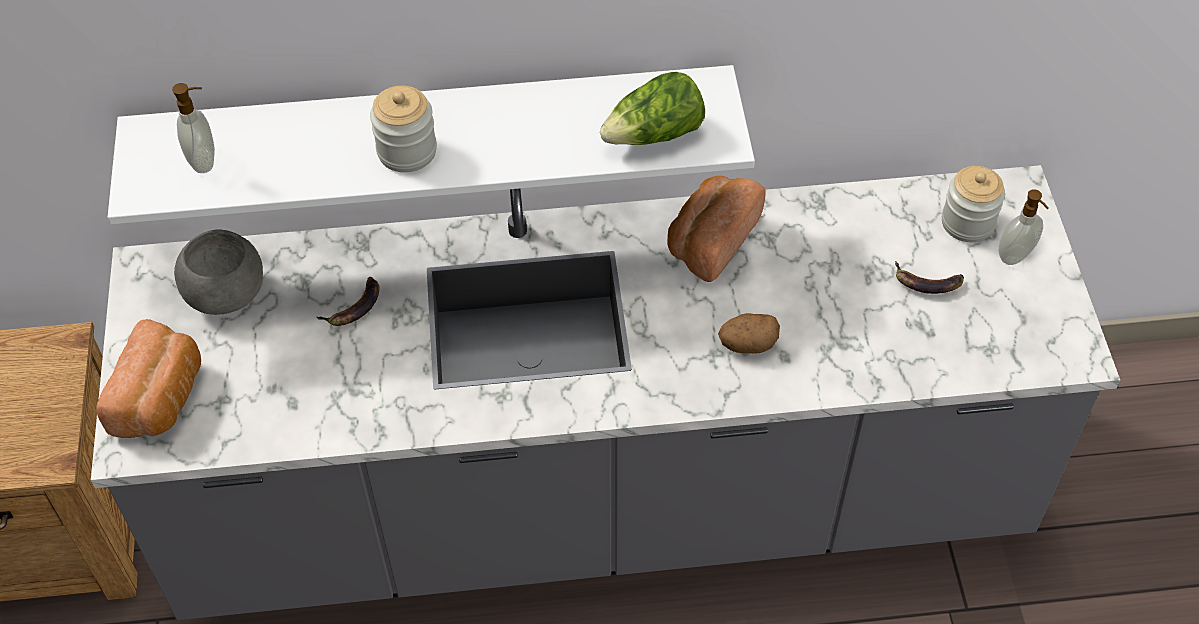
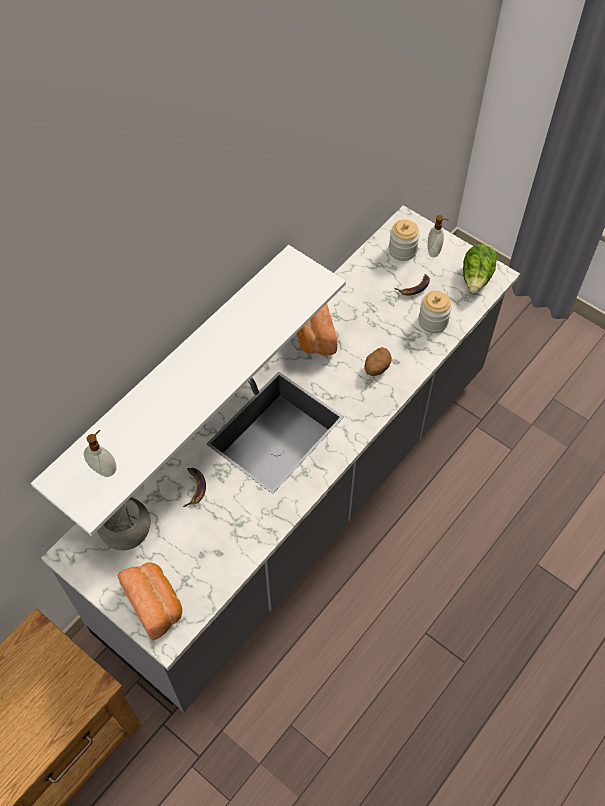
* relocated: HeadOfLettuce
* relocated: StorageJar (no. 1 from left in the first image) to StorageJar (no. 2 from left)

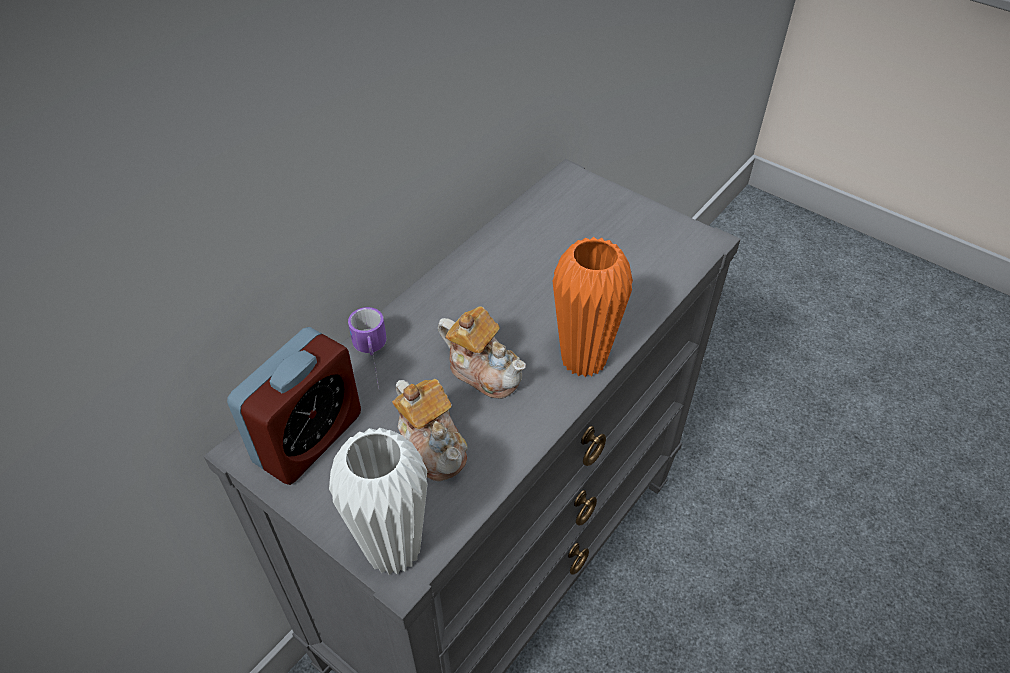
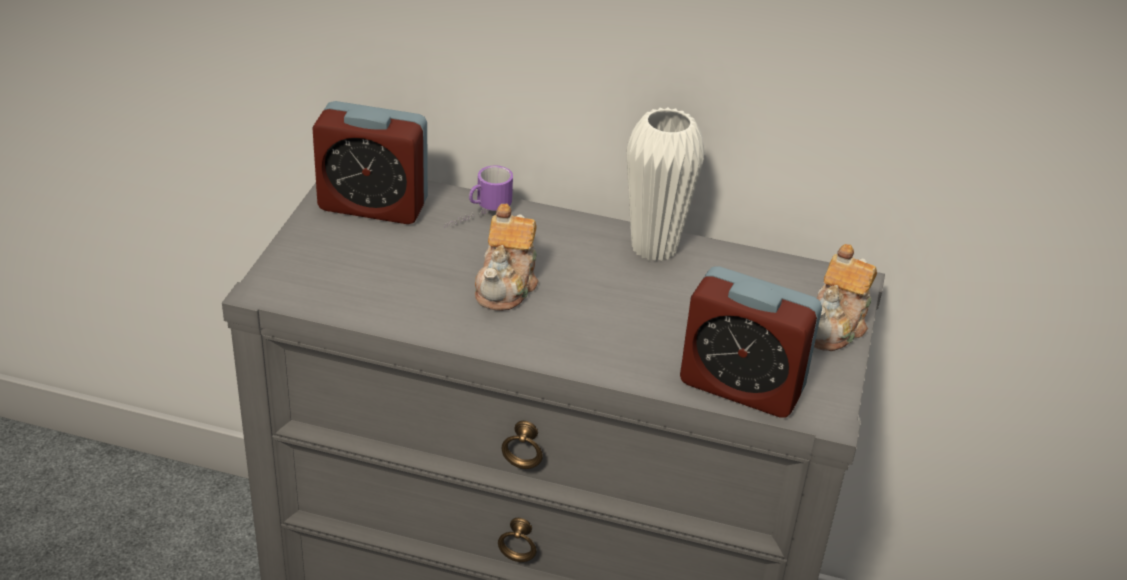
* missing: OrangeyFlowerVase
* relocated: PotForTea (no. 1 from left in the first image) to PotForTea (no. 2 from left)
* relocated: WhiteFlowerVase
* appeared: AlarmClock (no. 2 from left)

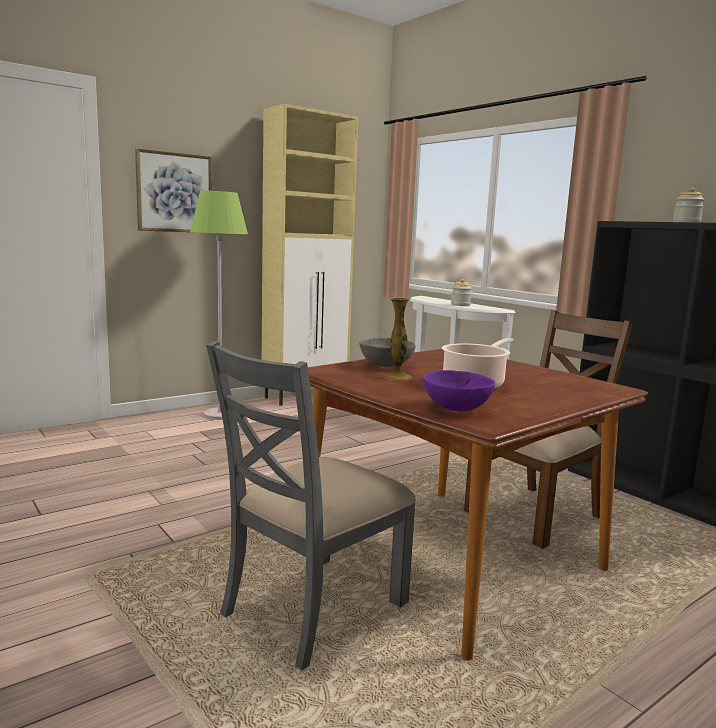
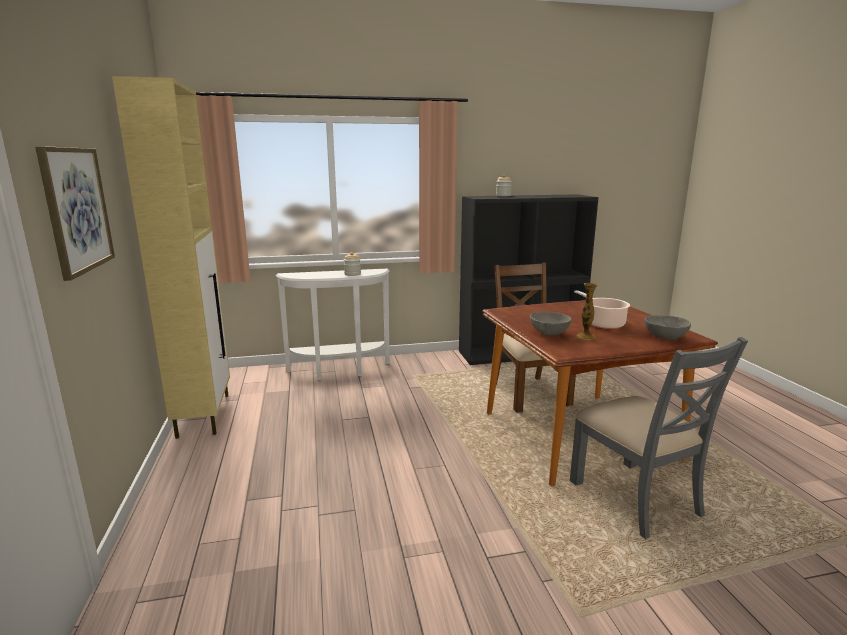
* missing: GreenStandingLamp
* colour: PurpleColouredDeepDish to GrayDeepDish (no. 2 from left)

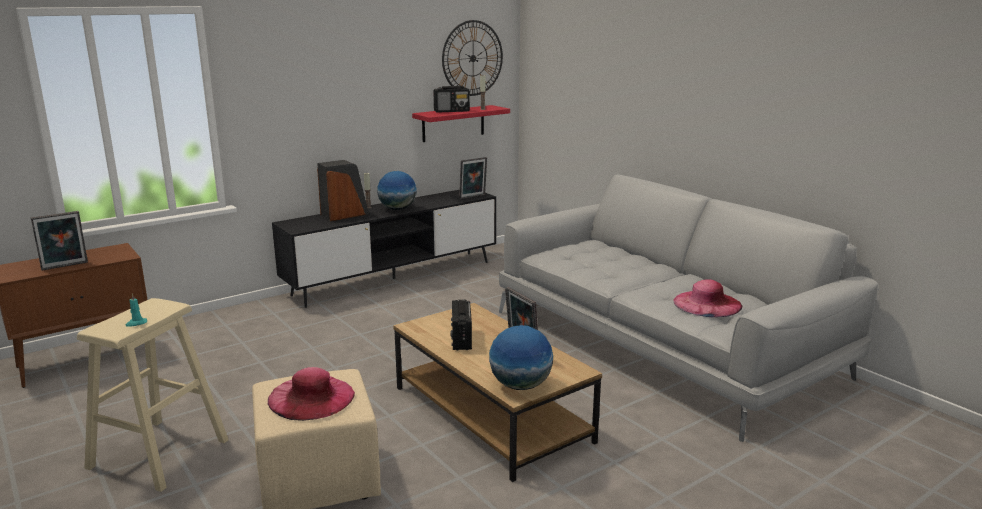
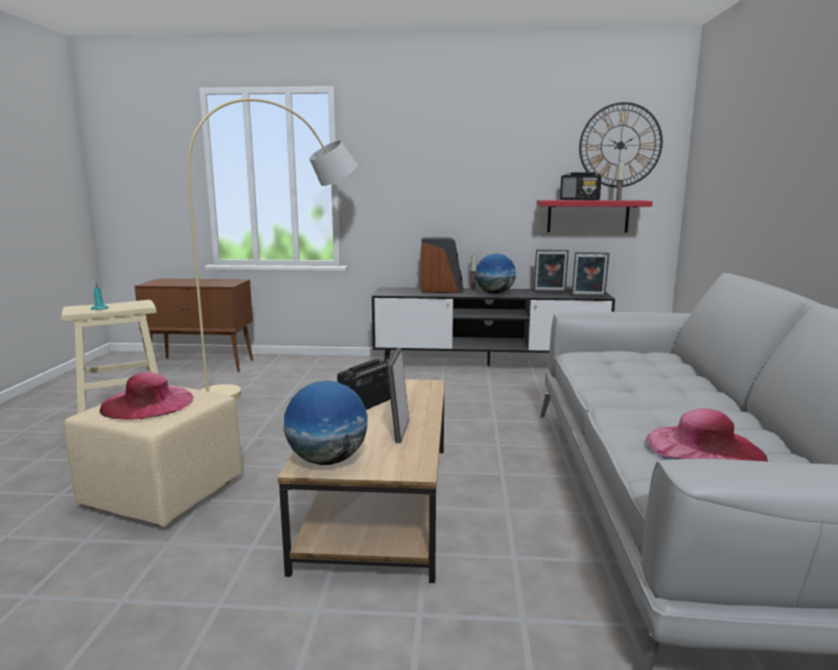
* relocated: StandingFrame (no. 1 from left in the first image) to StandingFrame (no. 2 from left)
* appeared: BeigeColouredStandingLamp

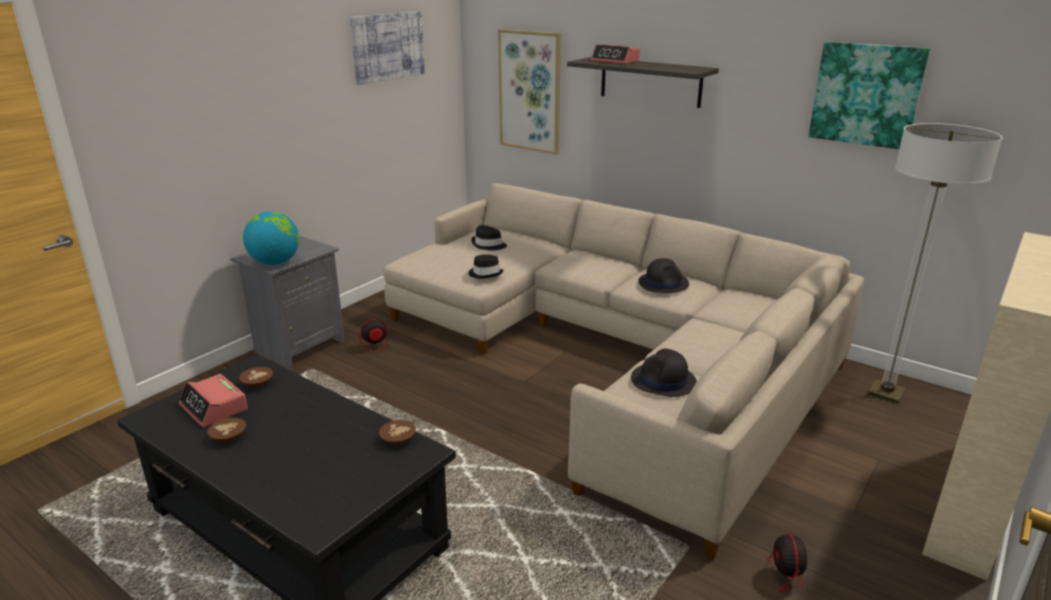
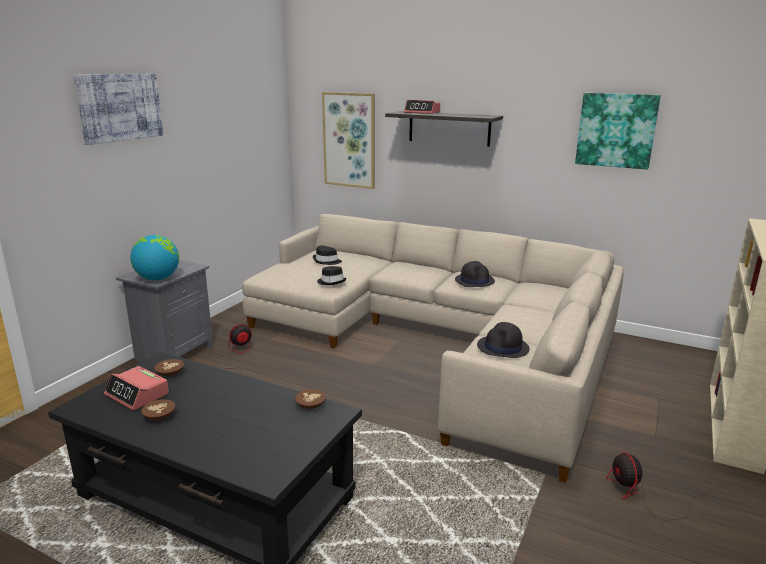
* relocated: Picture (no. 1 from left)
* missing: StandingLamp

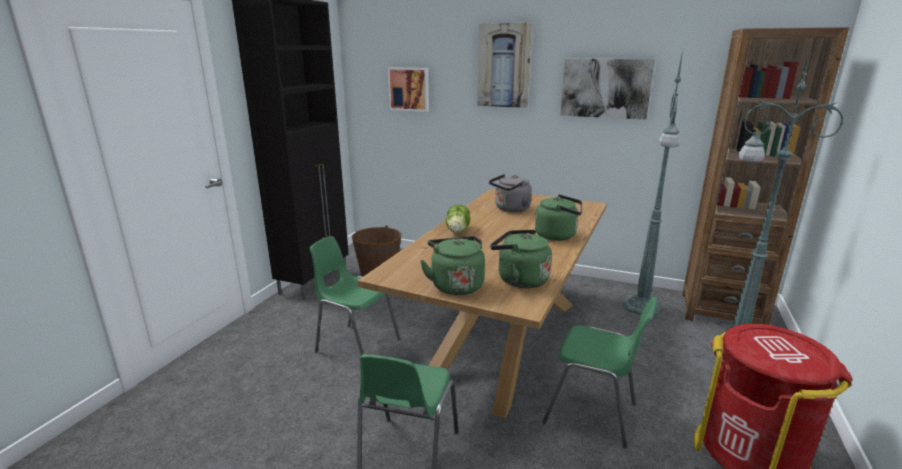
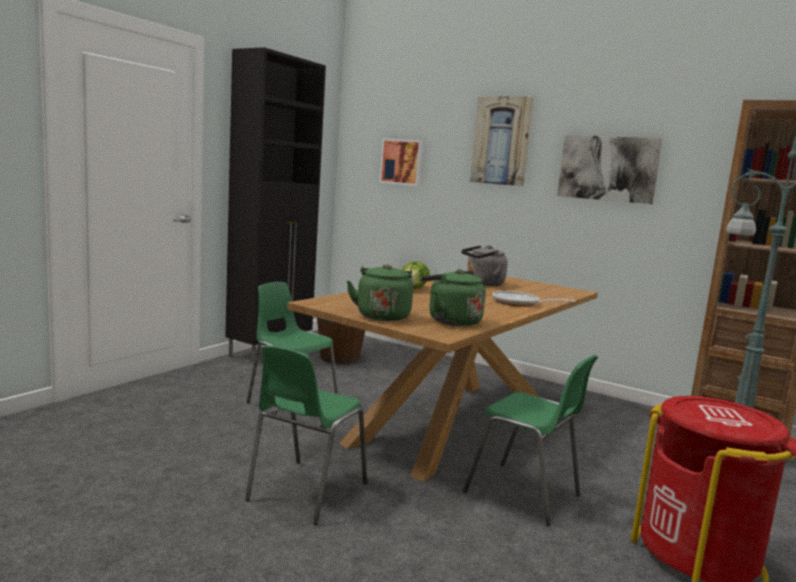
* missing: GreenStandingLamp (no. 1 from left)
* exchanged: GreenWaterKettle (no. 3 from left) to Skillet

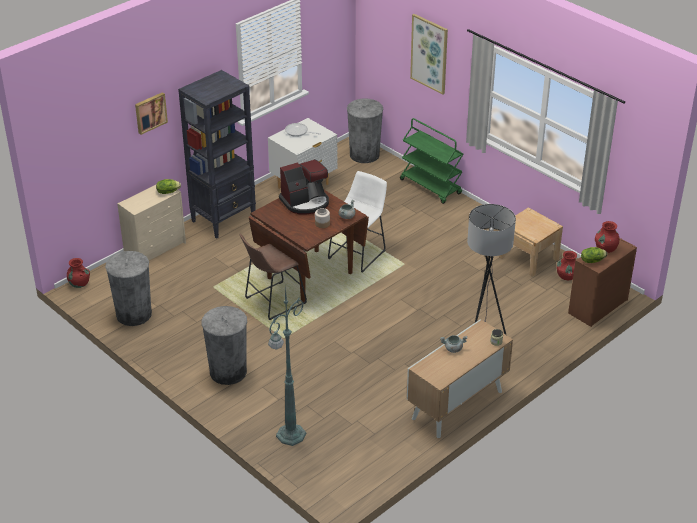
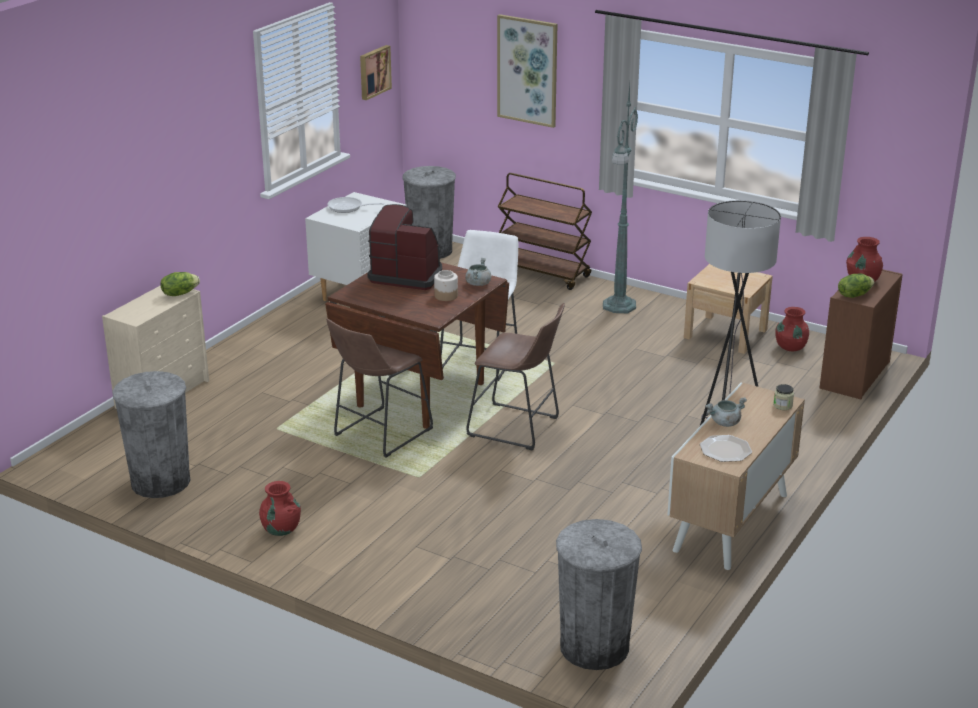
* missing: BlackishBookcase
* relocated: Picture (no. 1 from left)
* colour: GreenCart to BrownishCart
* spun: CoffeeBrewer 120 degrees counterclockwise
* relocated: ReddishFlowerVase (no. 1 from left)
* relocated: GreenStandingLamp
* relocated: GrayTrashCan (no. 2 from left in the first image) to GrayTrashCan (no. 3 from left)
* appeared: BrownishStool (no. 2 from left)
* appeared: DinnerPlate

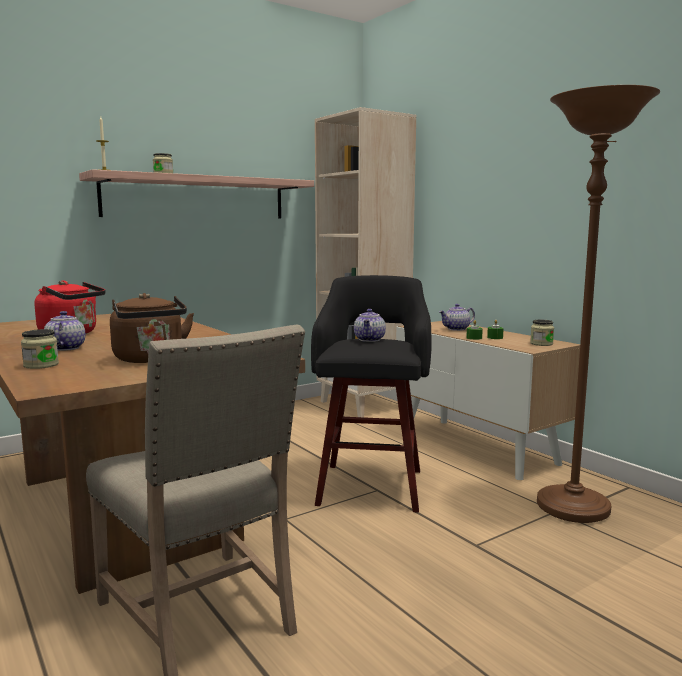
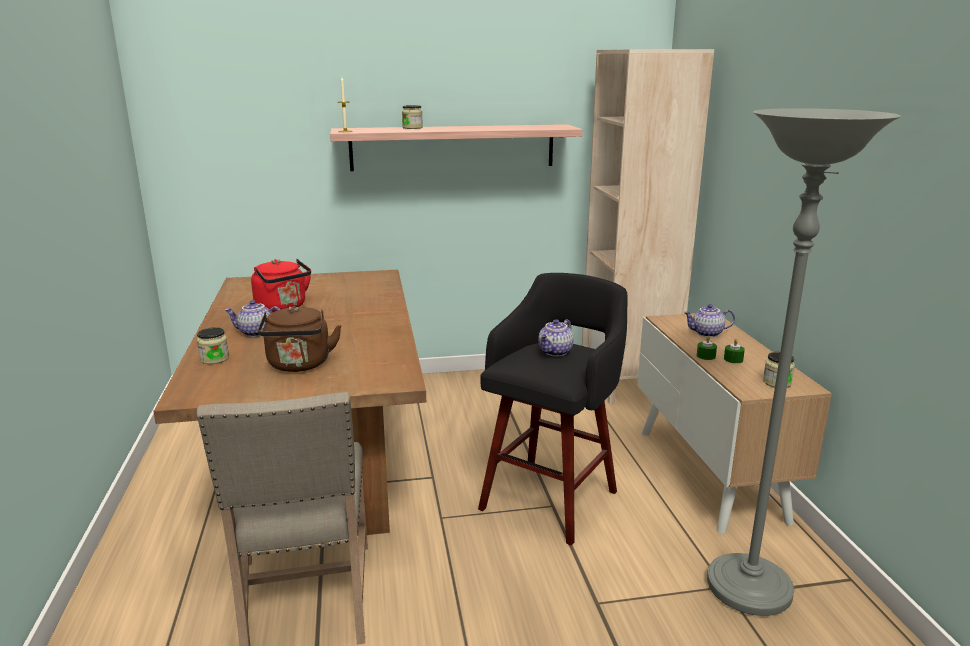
* colour: BrownishStandingLamp to GrayStandingLamp
* spun: PotForTea (no. 1 from left) 105 degrees counterclockwise

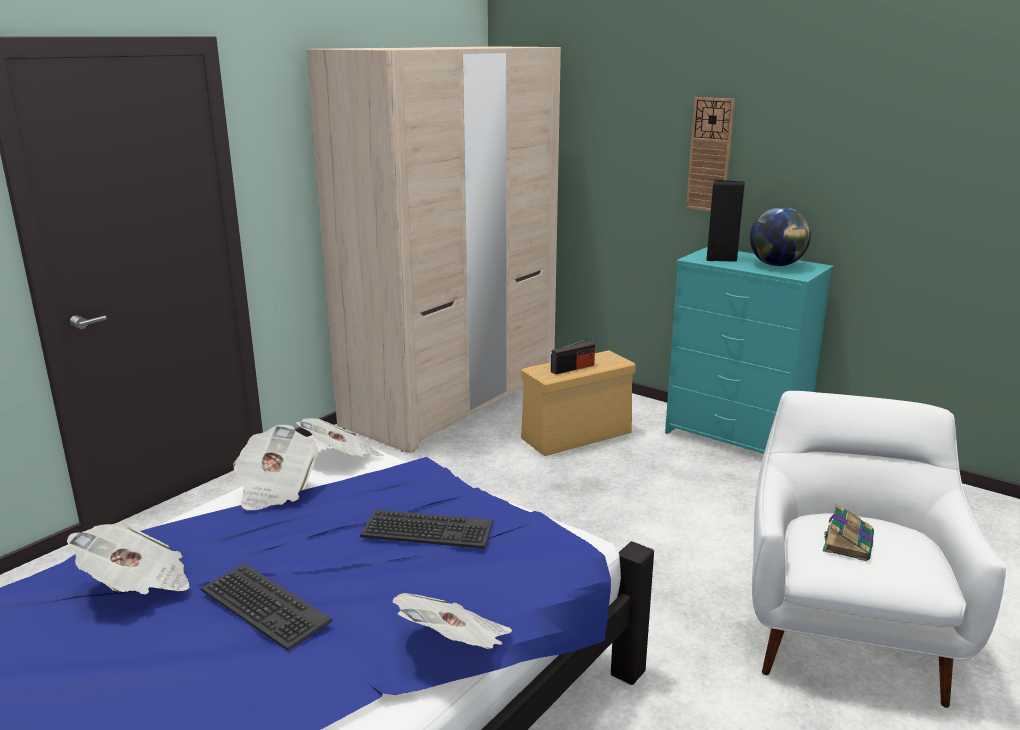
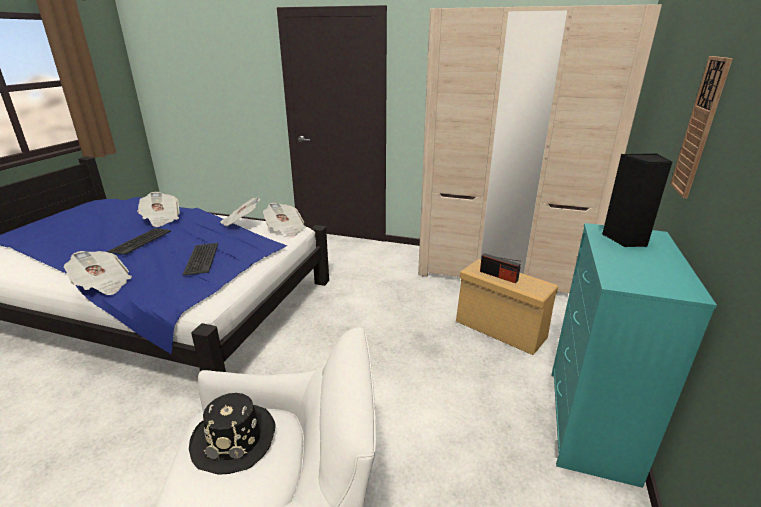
* missing: WorldGlobe
* exchanged: BoundBook to BlackishHat

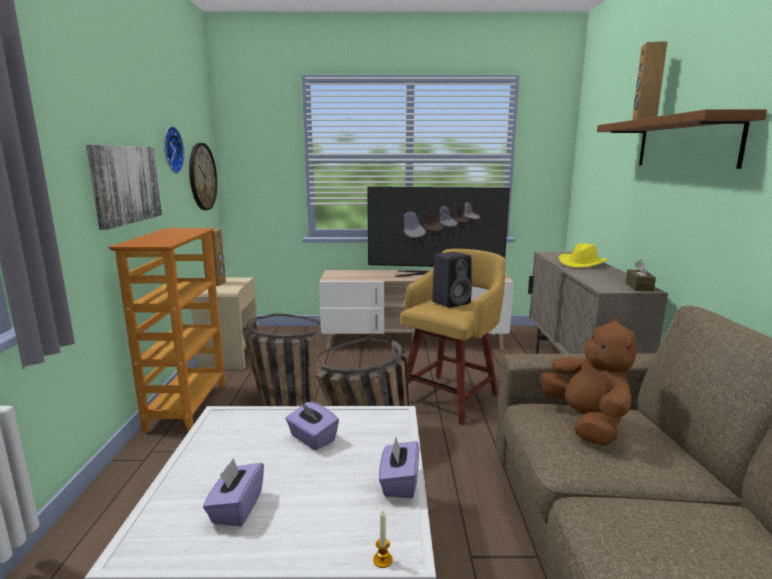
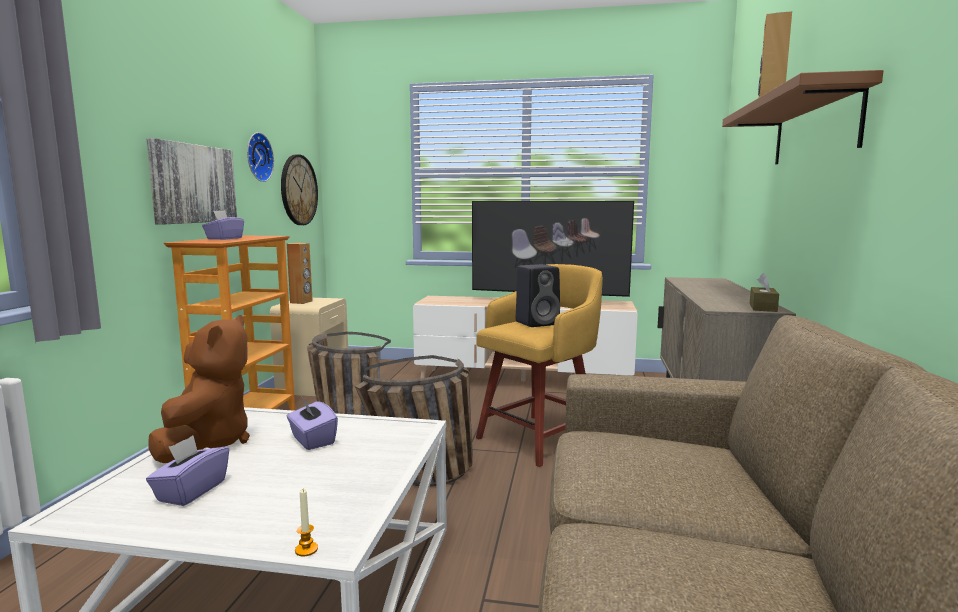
* missing: YellowColouredHat
* relocated: BrownishCuddlyToy
* relocated: PurpleColouredTissueHolder (no. 3 from left in the first image) to PurpleColouredTissueHolder (no. 2 from left)

